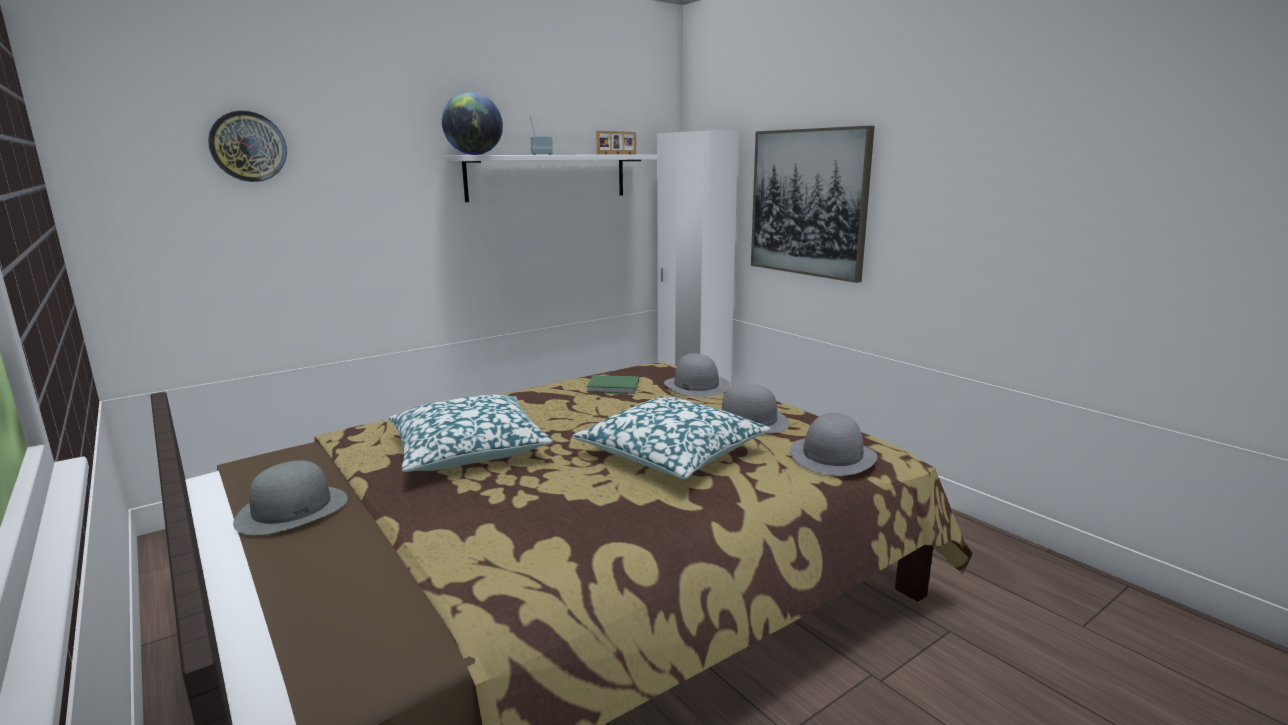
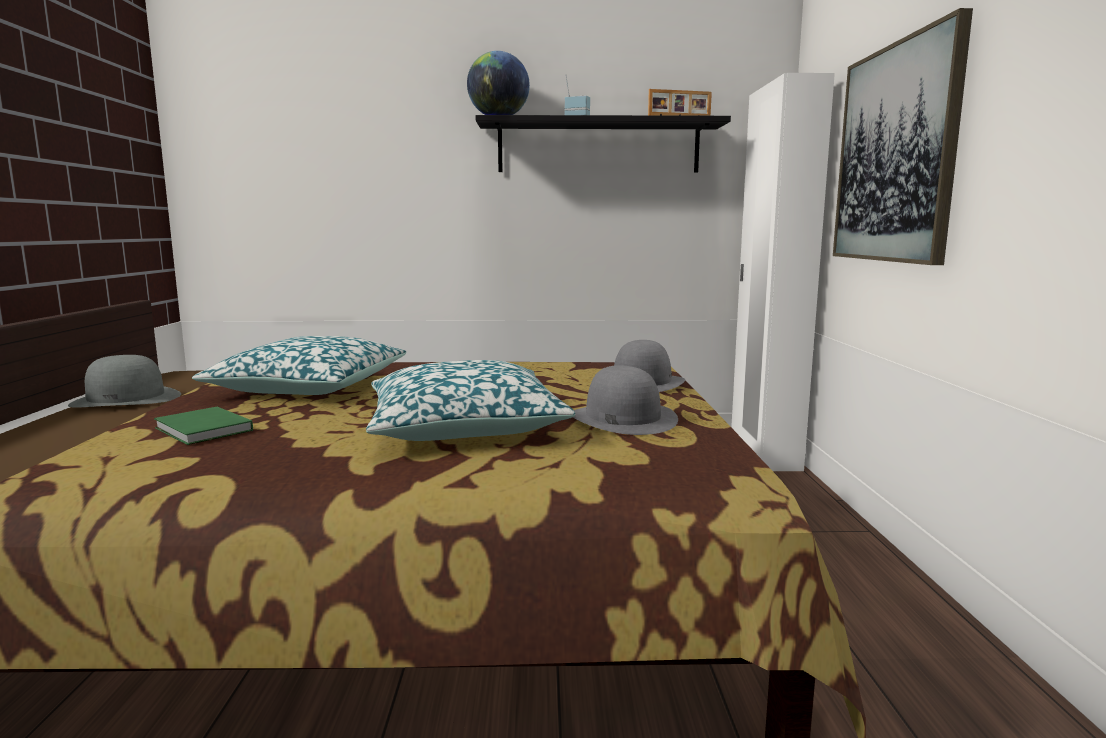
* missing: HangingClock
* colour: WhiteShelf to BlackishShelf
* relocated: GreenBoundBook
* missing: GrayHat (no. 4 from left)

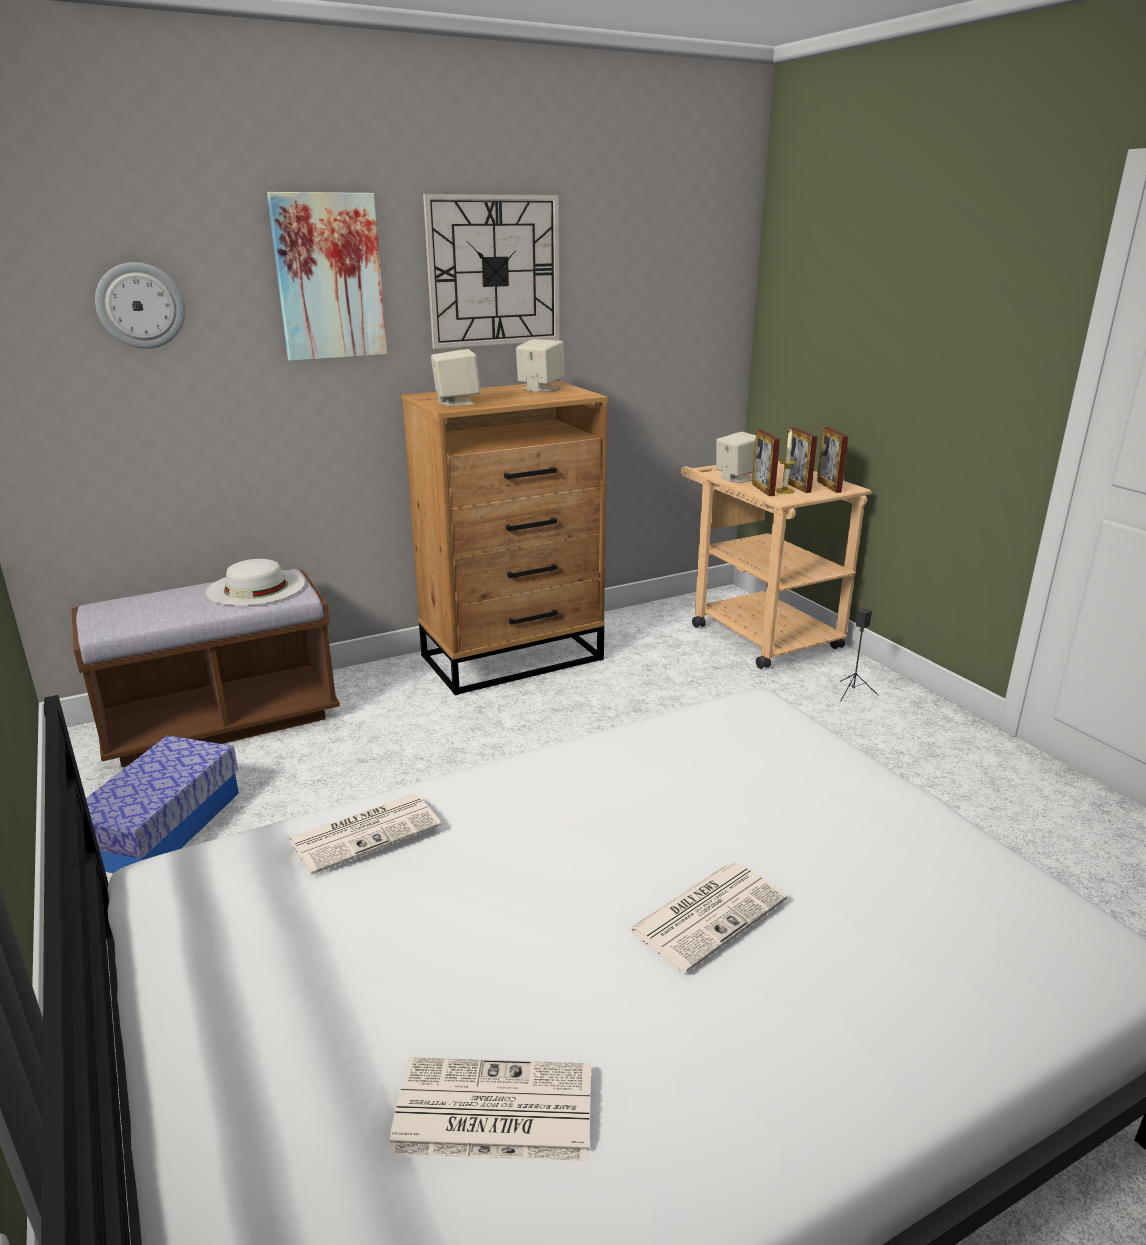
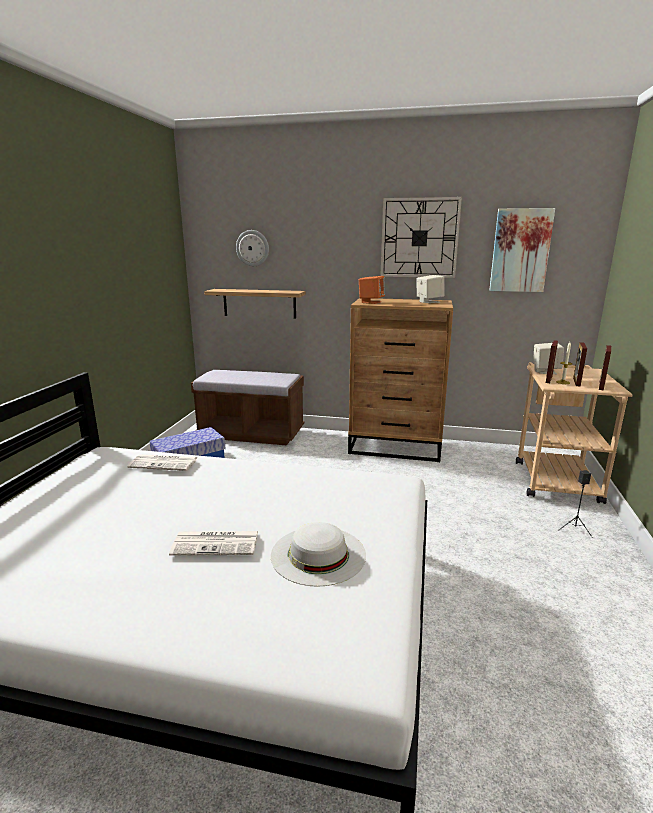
* relocated: Picture
* colour: BeigeColouredAudioSpeaker (no. 1 from left) to OrangeyAudioSpeaker
* relocated: WhiteHat
* missing: PrintedPaper (no. 2 from left)
* appeared: Shelf

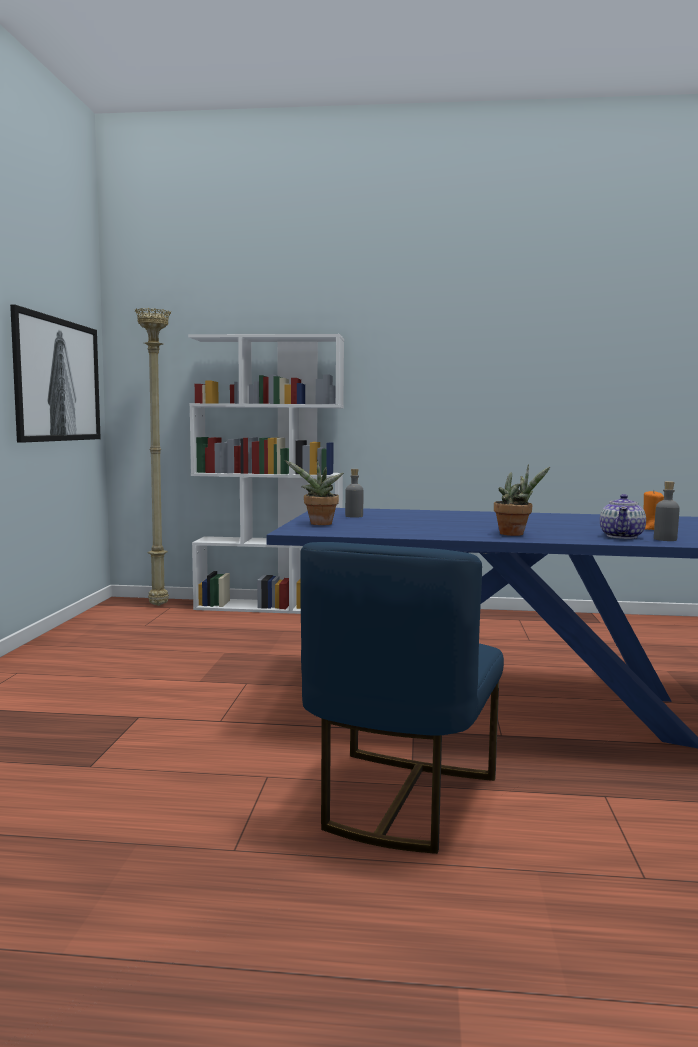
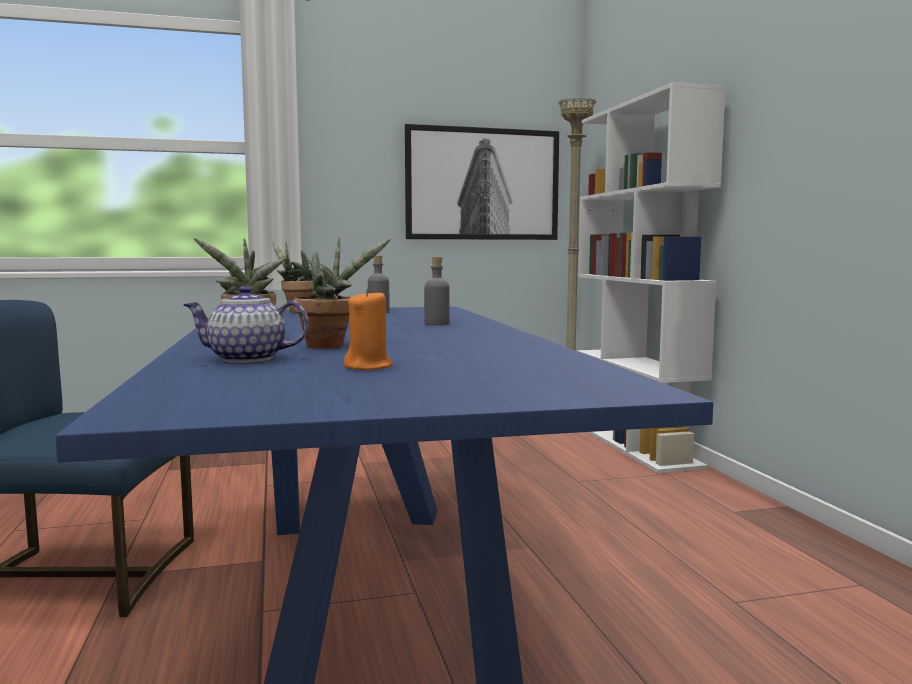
* relocated: GrayDrinkBottle (no. 2 from left)
* appeared: Houseplant (no. 3 from left)

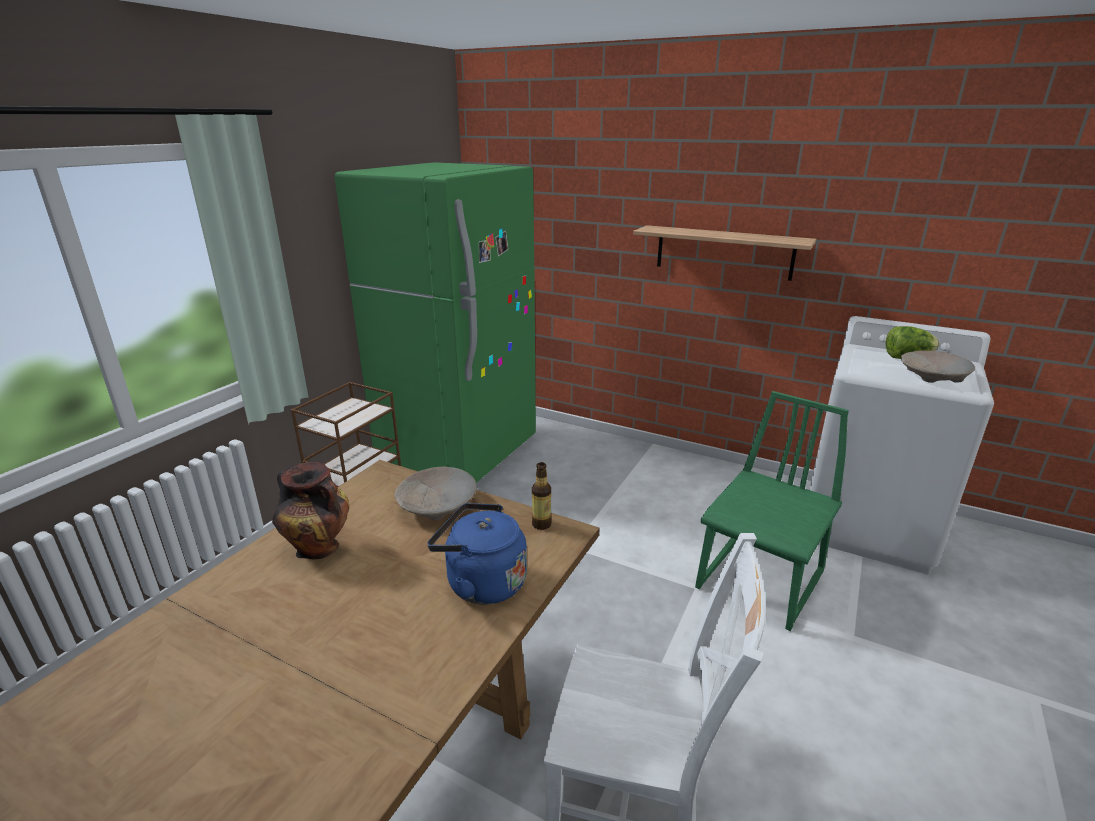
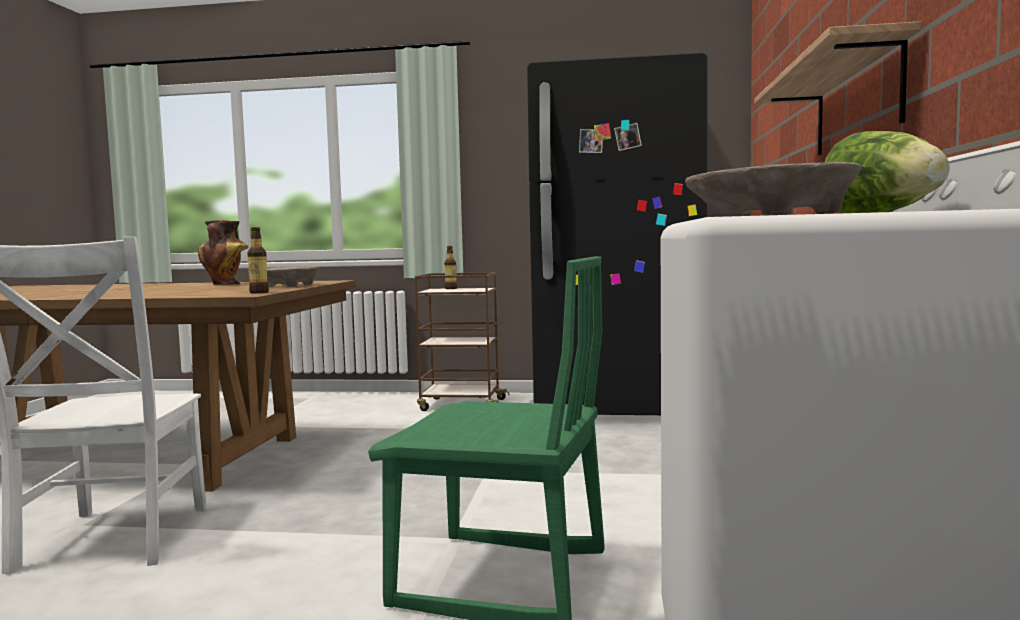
* colour: GreenFridge to BlackishFridge
* missing: BlueWaterKettle
* appeared: DrinkBottle (no. 2 from left)

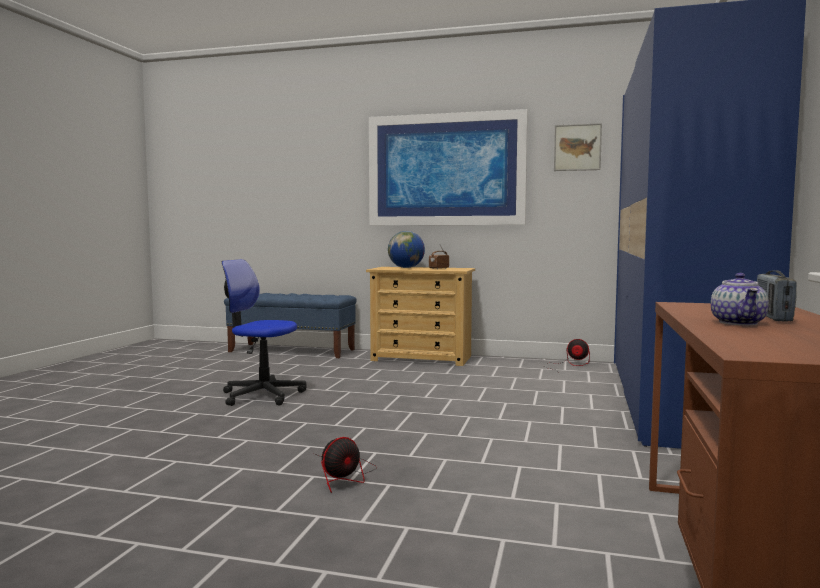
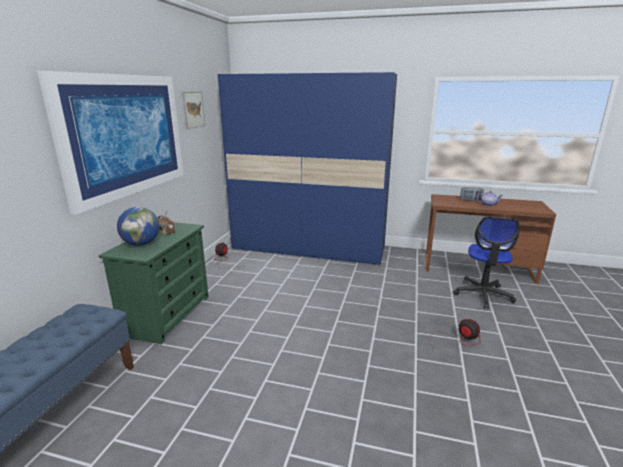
* relocated: OfficeChair
* colour: BeigeColouredDresser to GreenDresser

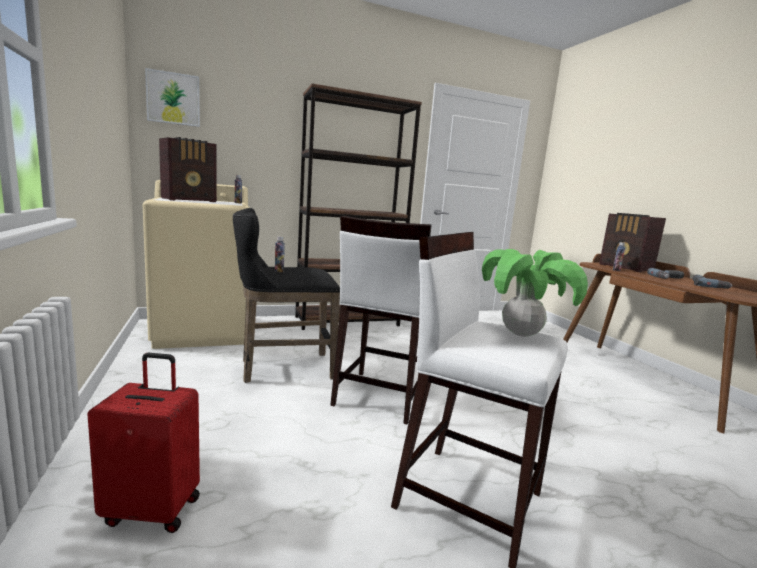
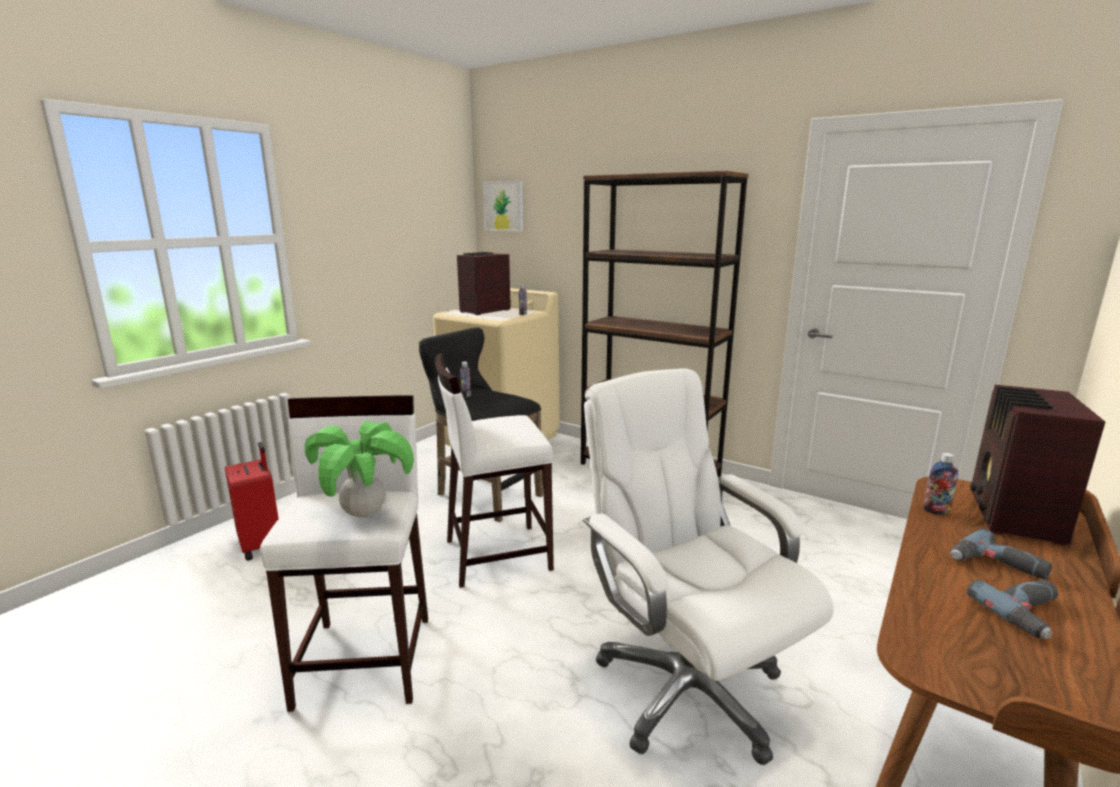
* spun: RadioReceiver (no. 1 from left) 120 degrees clockwise
* appeared: WhiteOfficeChair

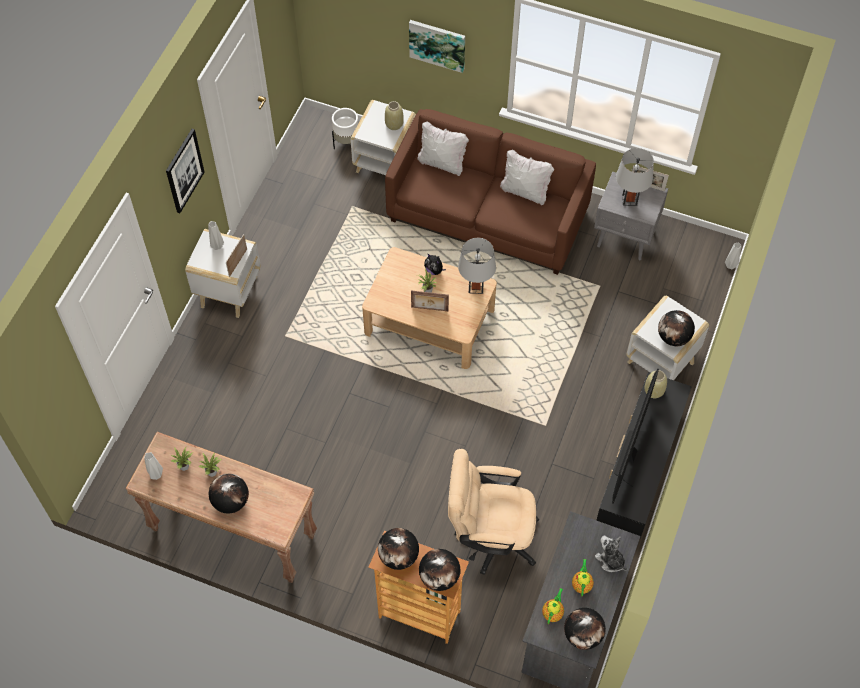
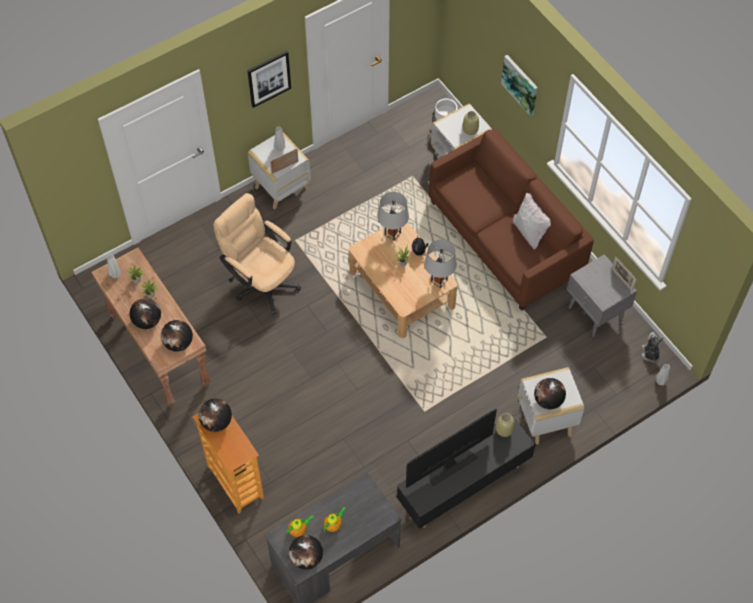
* missing: WhitePillow (no. 1 from left)
* relocated: GrayTabletopLamp (no. 2 from left in the first image) to GrayTabletopLamp (no. 1 from left)
* missing: StandingFrame (no. 2 from left)
* relocated: BeigeColouredOfficeChair
* relocated: CuddlyToy (no. 2 from left)
* relocated: WorldGlobe (no. 3 from left in the first image) to WorldGlobe (no. 2 from left)

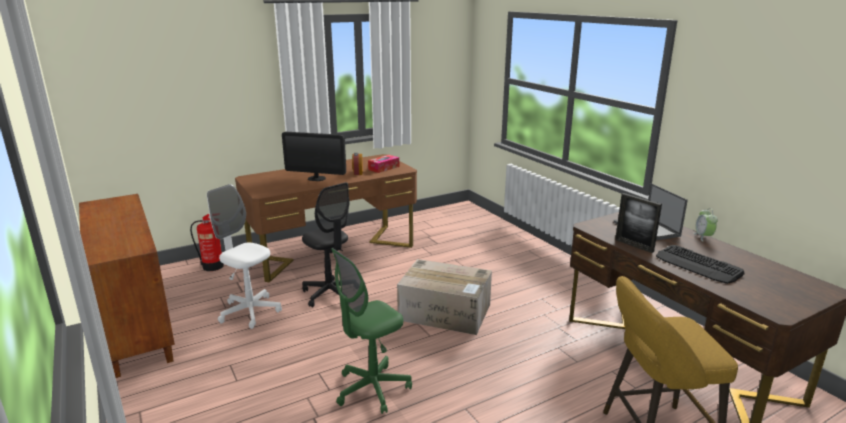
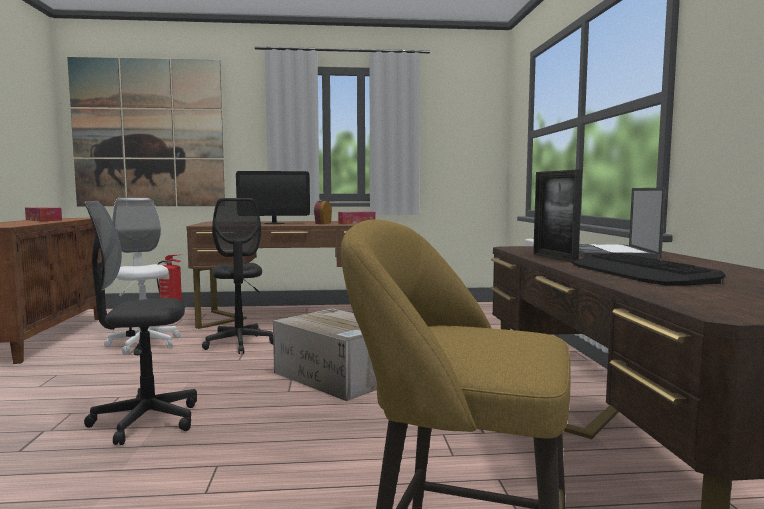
* spun: ComputerScreen 45 degrees counterclockwise
* missing: AlarmClock (no. 2 from left)
* colour: GreenOfficeChair to BlackishOfficeChair (no. 1 from left)
* appeared: Picture
* appeared: TissueHolder (no. 1 from left)

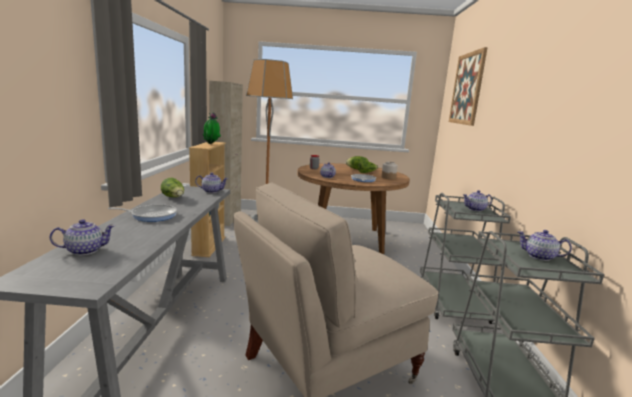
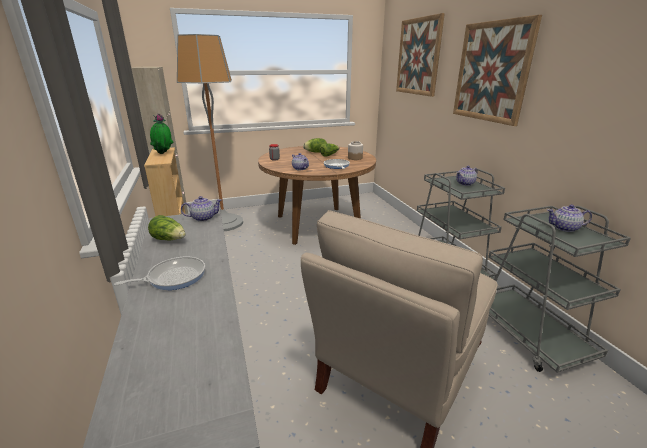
* missing: PotForTea (no. 1 from left)
* appeared: Picture (no. 2 from left)

